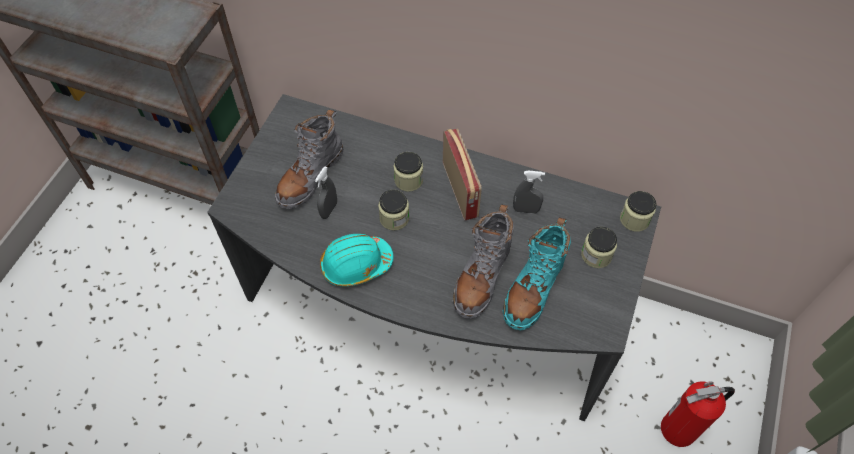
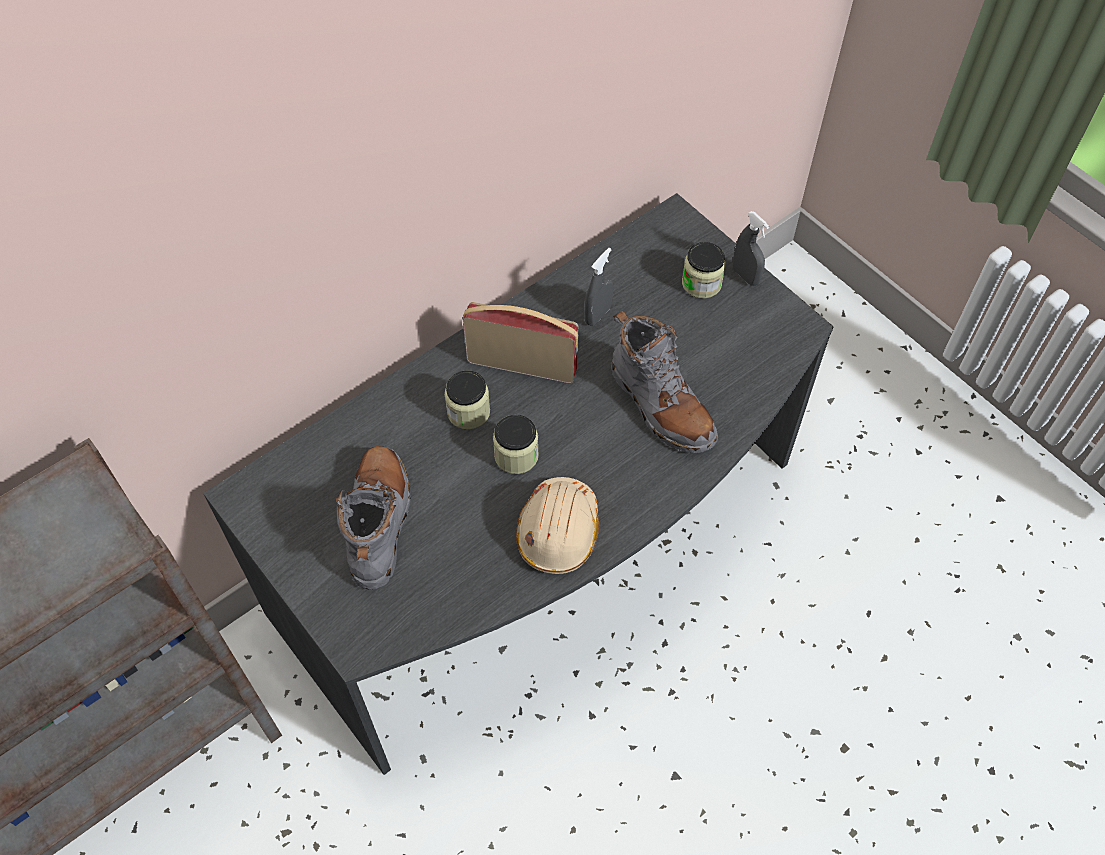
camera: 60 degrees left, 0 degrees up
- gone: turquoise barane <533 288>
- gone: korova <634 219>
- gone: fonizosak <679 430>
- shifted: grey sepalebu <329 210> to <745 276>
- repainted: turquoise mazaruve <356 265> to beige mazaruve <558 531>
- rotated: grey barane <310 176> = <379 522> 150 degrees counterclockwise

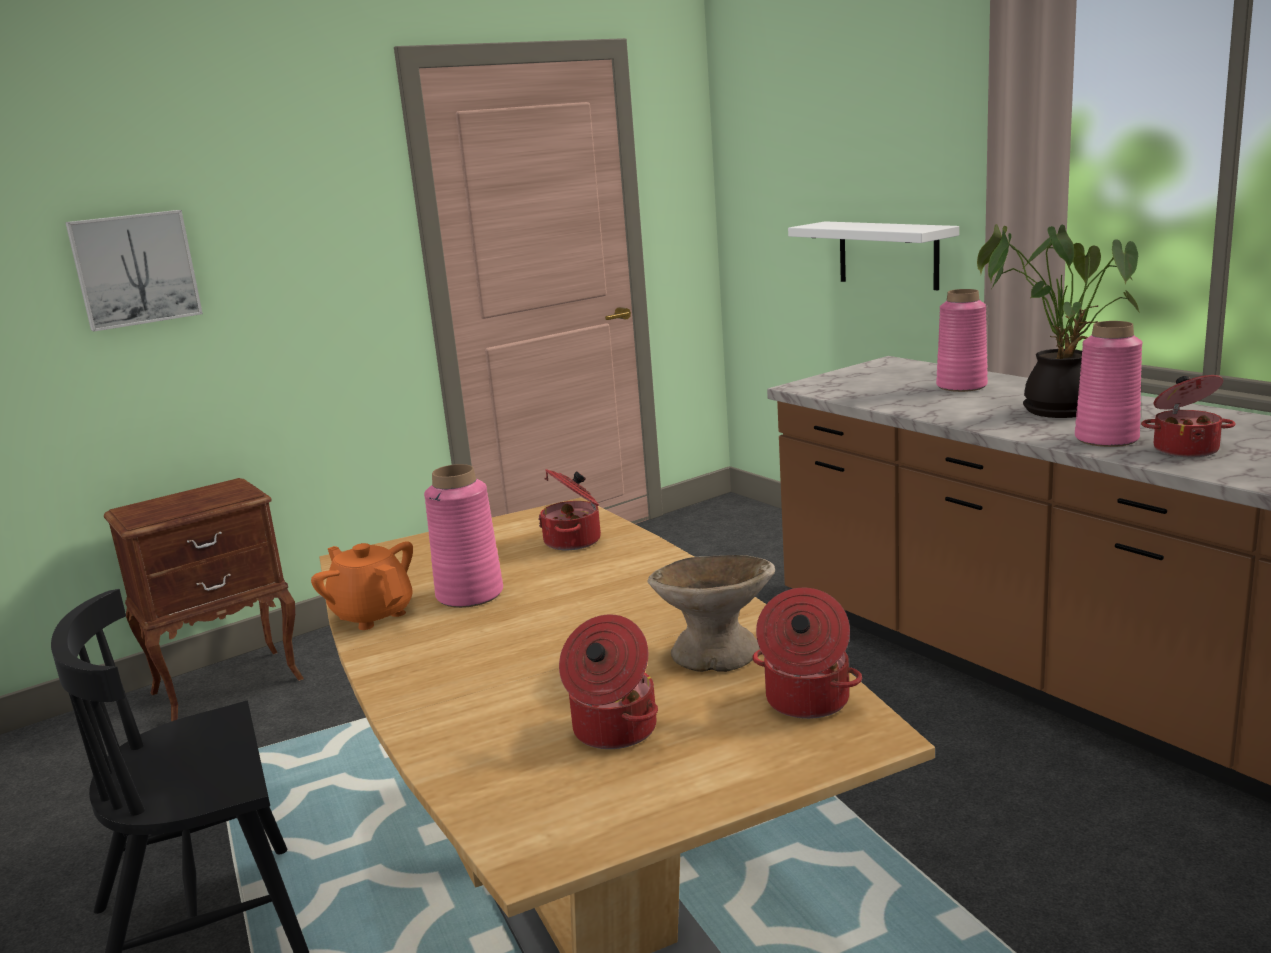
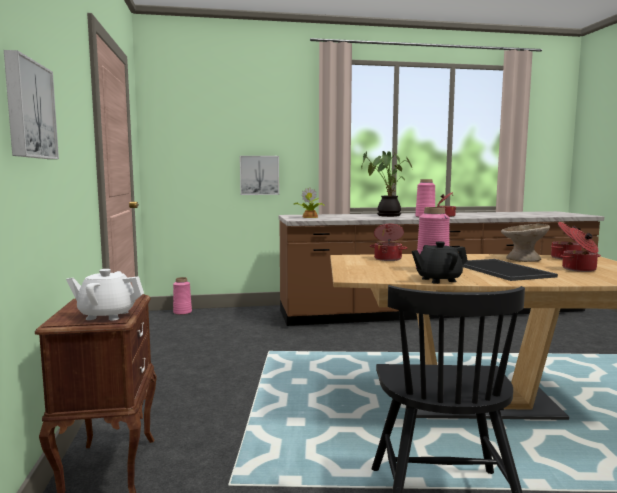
camera: 65 degrees left, 10 degrees down
- new: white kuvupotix <107 315>
- new: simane <309 217>
- new: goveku <503 270>
- shifted: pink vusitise <961 386> to <182 312>
- swapped: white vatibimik <888 254> to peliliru <259 175>
- repainted: orange kuvupotix <372 614> to black kuvupotix <438 280>

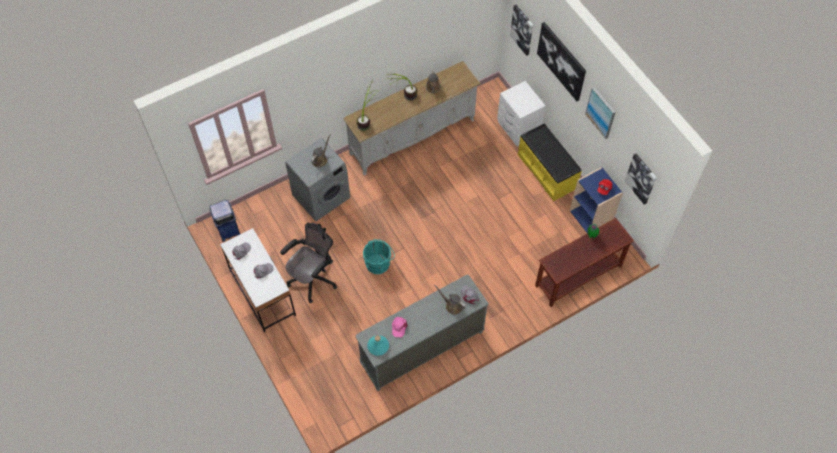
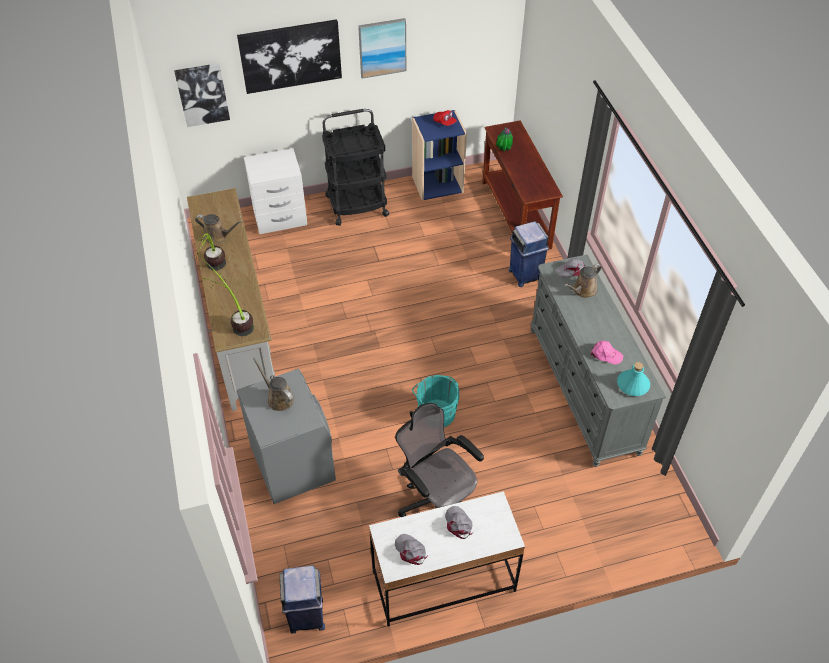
camera: 75 degrees left, 10 degrees down
- gone: peliliru <641 178>
- new: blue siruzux <525 274>
- swapped: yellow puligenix <547 171> to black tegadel <357 206>

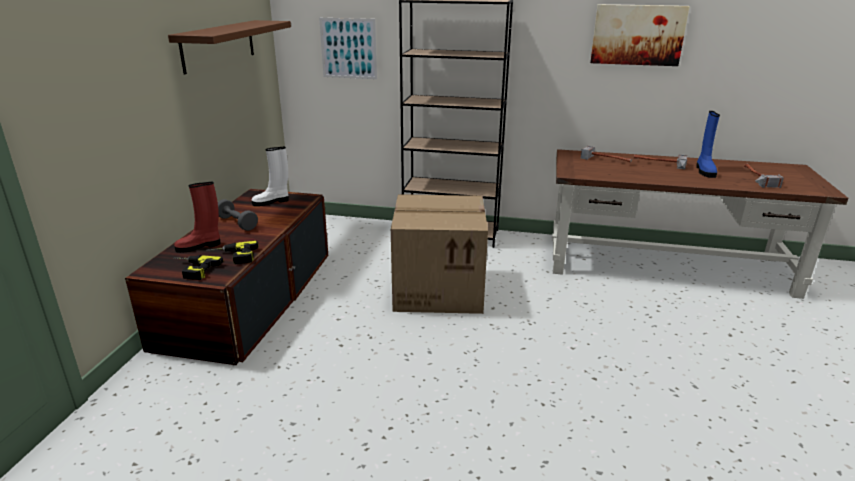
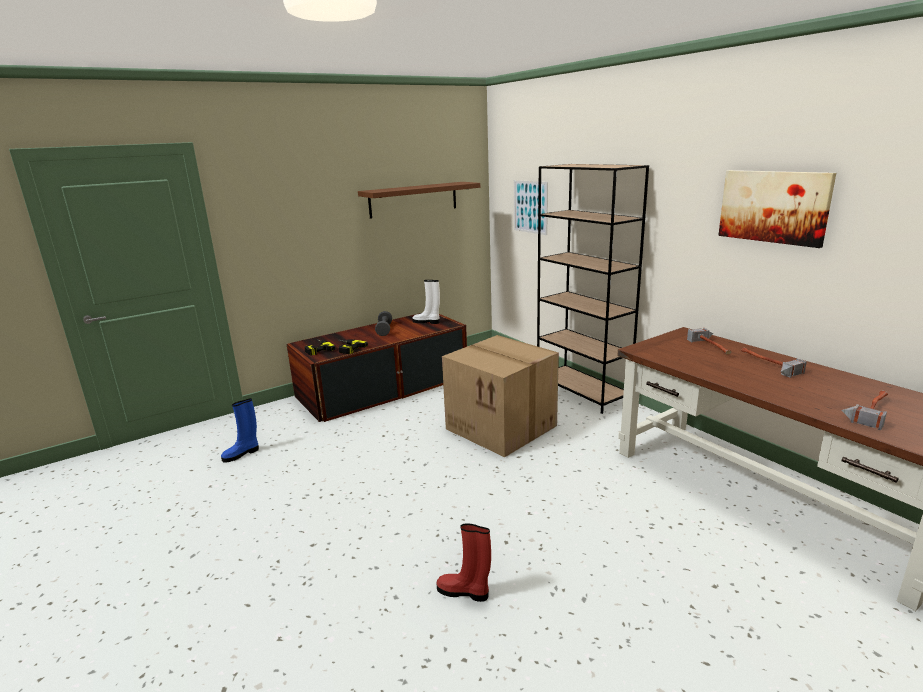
camera: 45 degrees right, 5 degrees down
- shifted: red barane <200 246> to <464 592>
- shifted: blue barane <704 171> to <242 454>

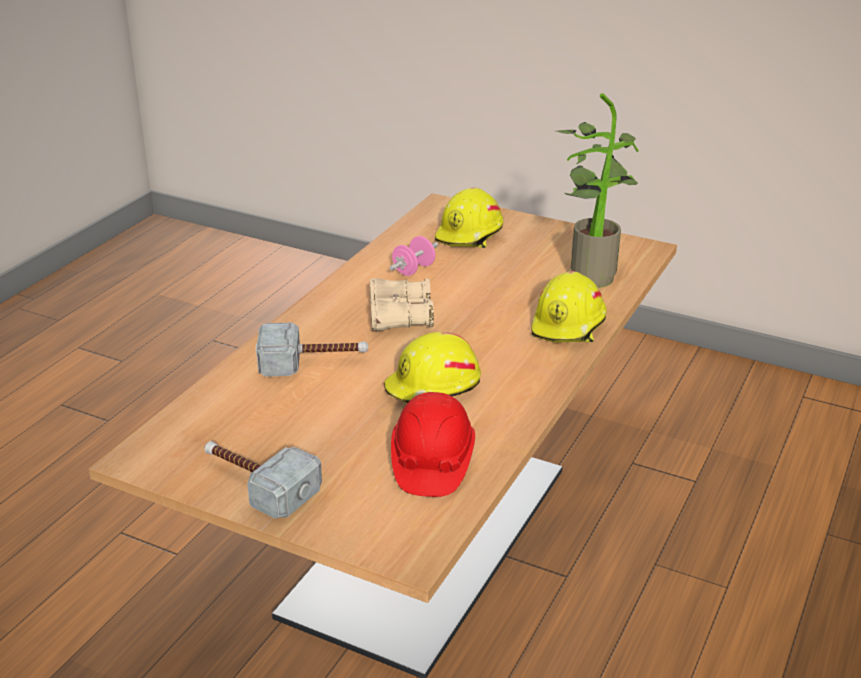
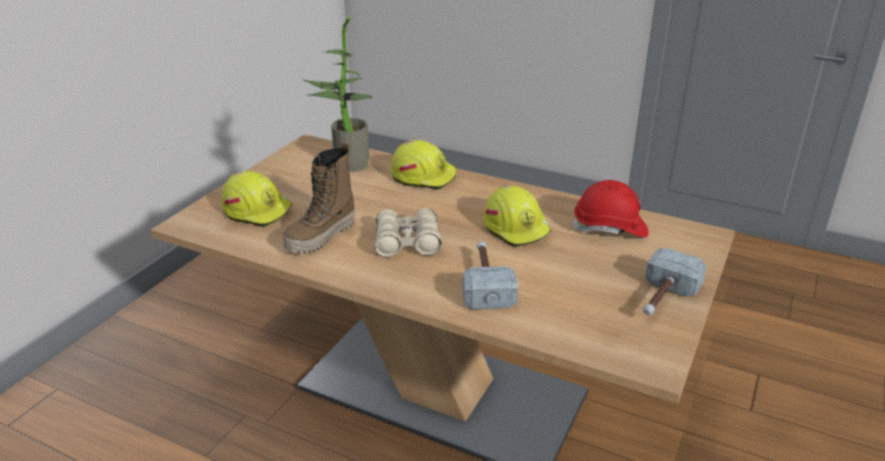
camera: 90 degrees left, 0 degrees up
- swapped: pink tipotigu <413 270> to barane <321 237>

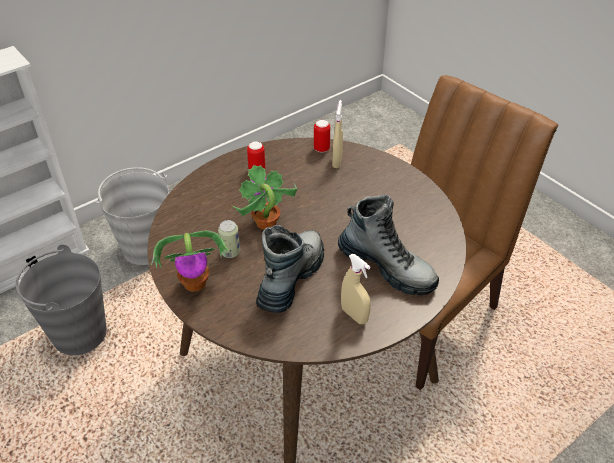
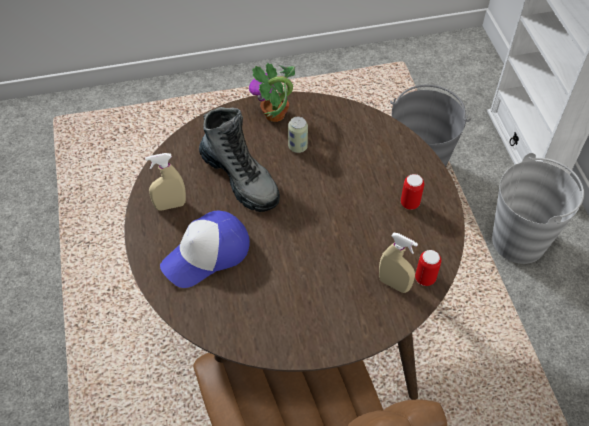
camera: 115 degrees right, 10 degrees up
- gone: simane <265 223>
- swapped: barane <387 267> to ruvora <207 255>

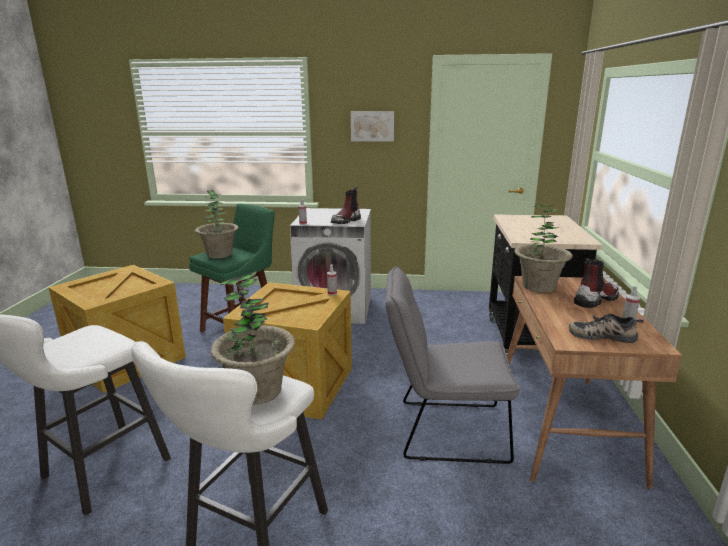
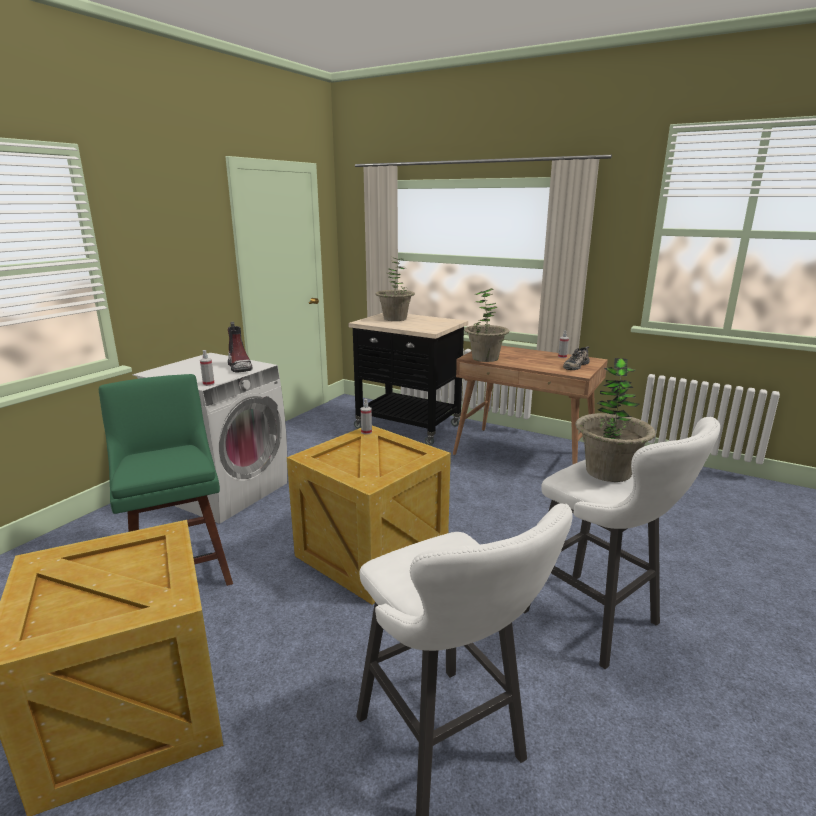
camera: 65 degrees left, 0 degrees up
- gone: peliliru <372 126>
- gone: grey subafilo <443 430>
- gone: barane <595 299>
- shifted: simane <219 254> to <395 319>

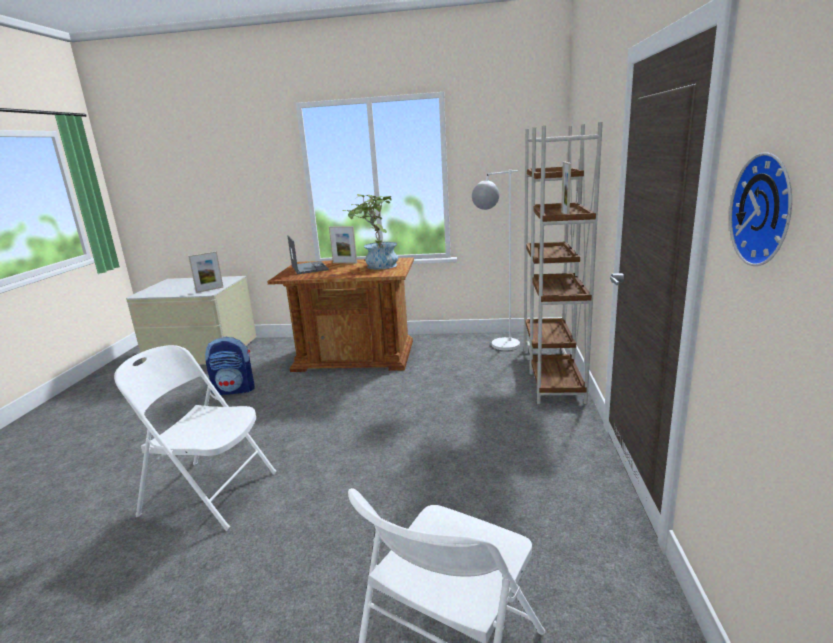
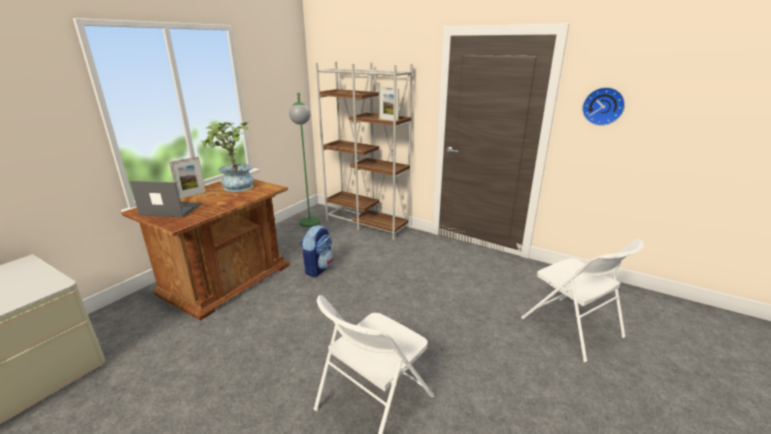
camera: 65 degrees left, 5 degrees up
- gone: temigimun <209 289>
- shifted: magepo <235 390> to <318 268>
- repainted: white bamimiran <498 348> to green bamimiran <310 226>

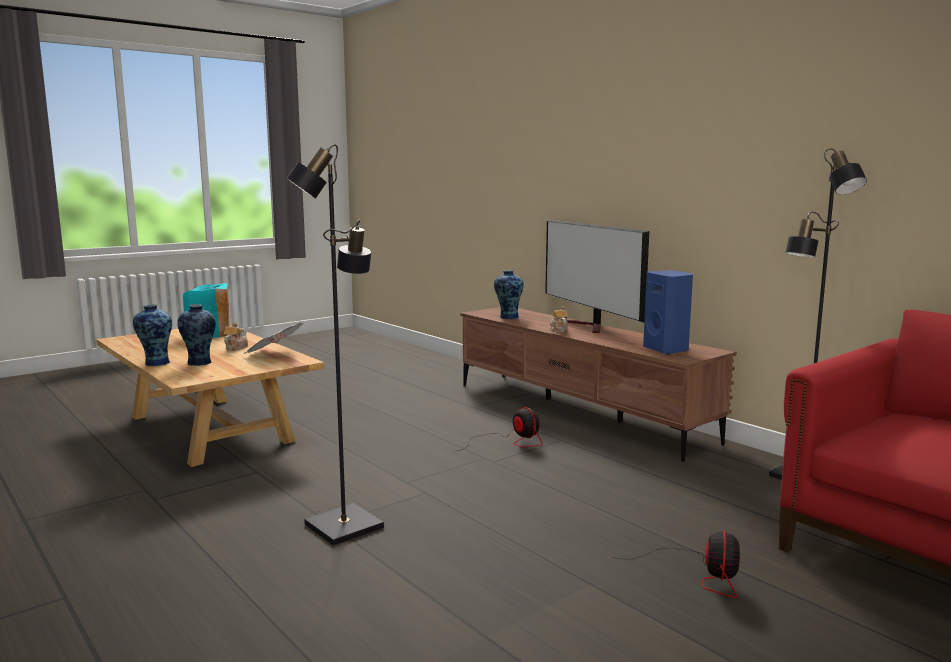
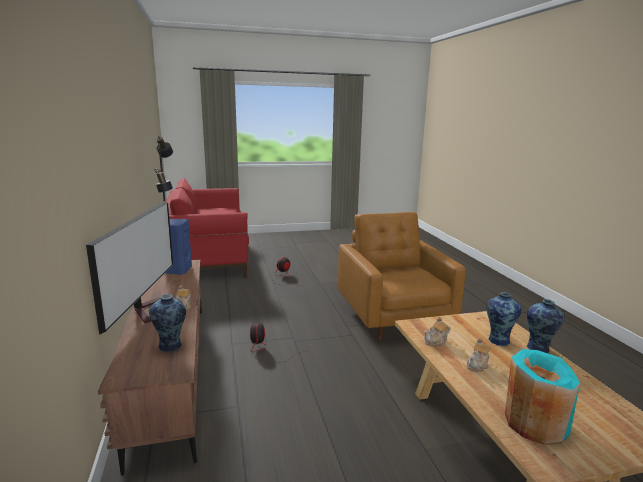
camera: 155 degrees left, 5 degrees up
- swapped: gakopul <274 354> to kuvupotix <436 342>
- swapped: black bamimiran <344 526> to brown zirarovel <393 318>

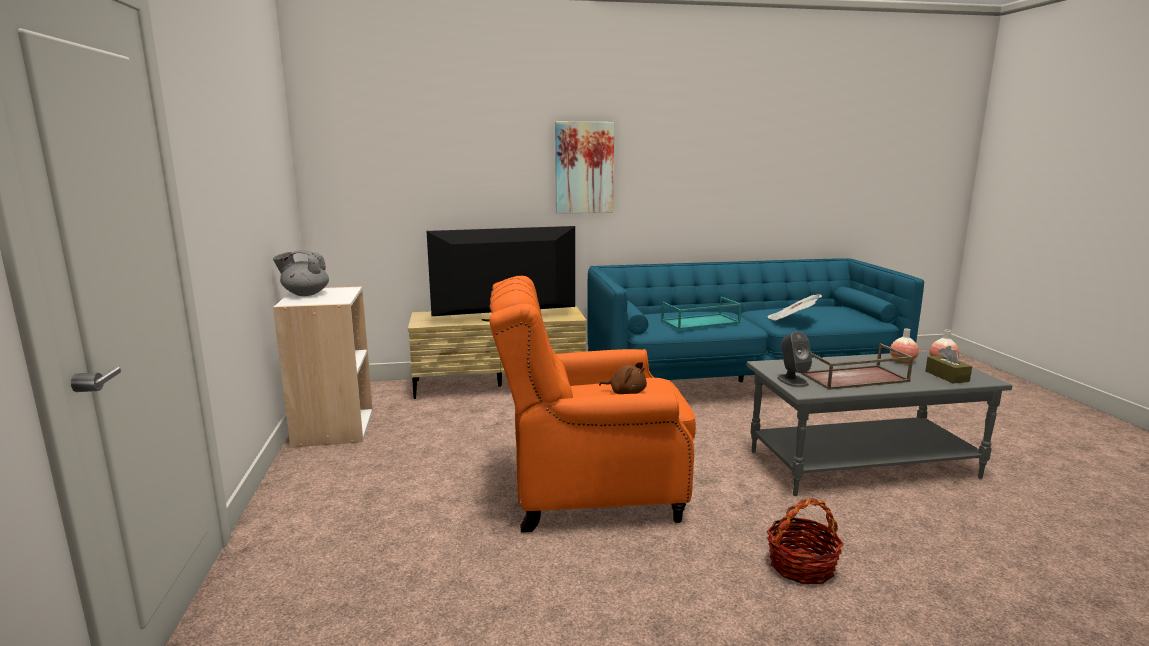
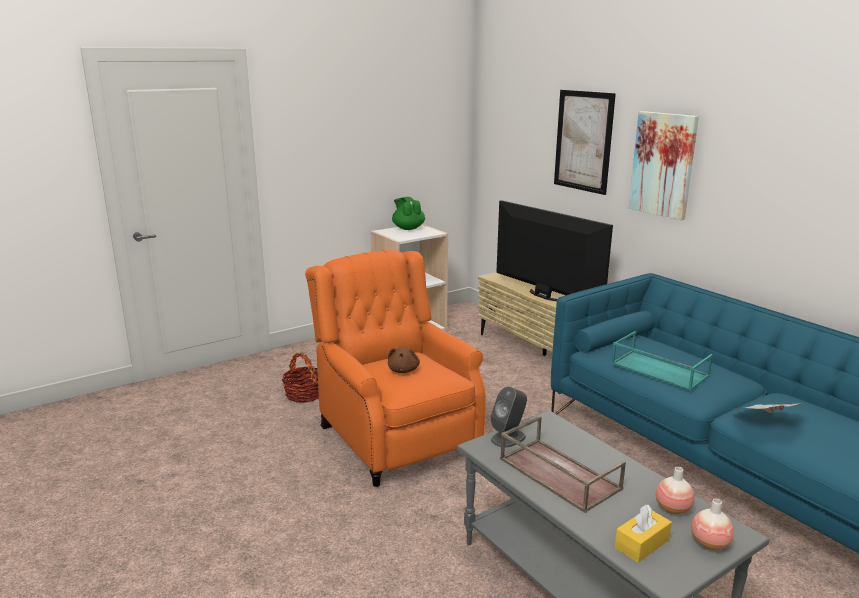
camera: 65 degrees right, 5 degrees up
- new: peliliru <583 141>
- shifted: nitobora <801 566> to <304 394>
- repainted: grey kuvupotix <305 294> to green kuvupotix <408 228>
- repainted: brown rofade <947 376> to yellow rofade <641 544>

